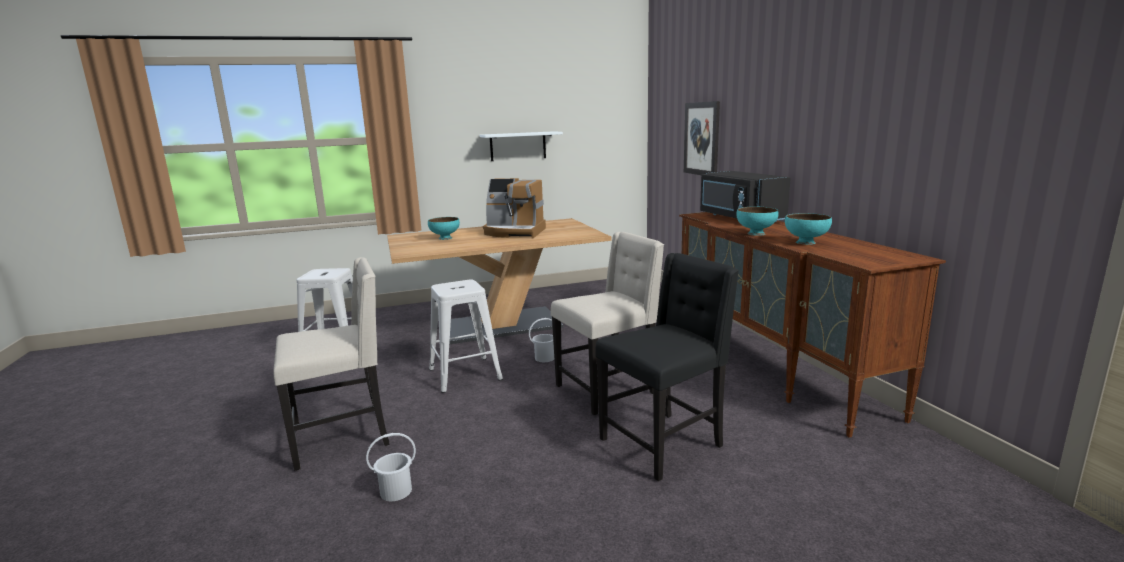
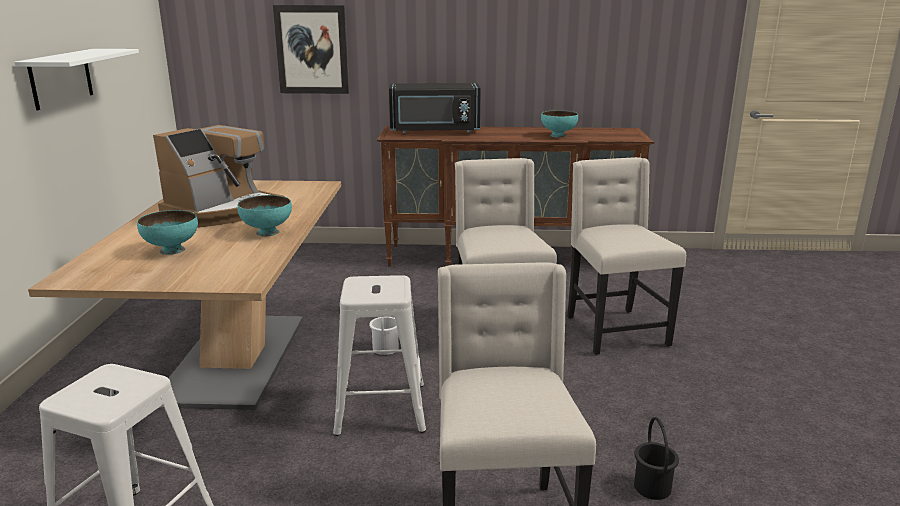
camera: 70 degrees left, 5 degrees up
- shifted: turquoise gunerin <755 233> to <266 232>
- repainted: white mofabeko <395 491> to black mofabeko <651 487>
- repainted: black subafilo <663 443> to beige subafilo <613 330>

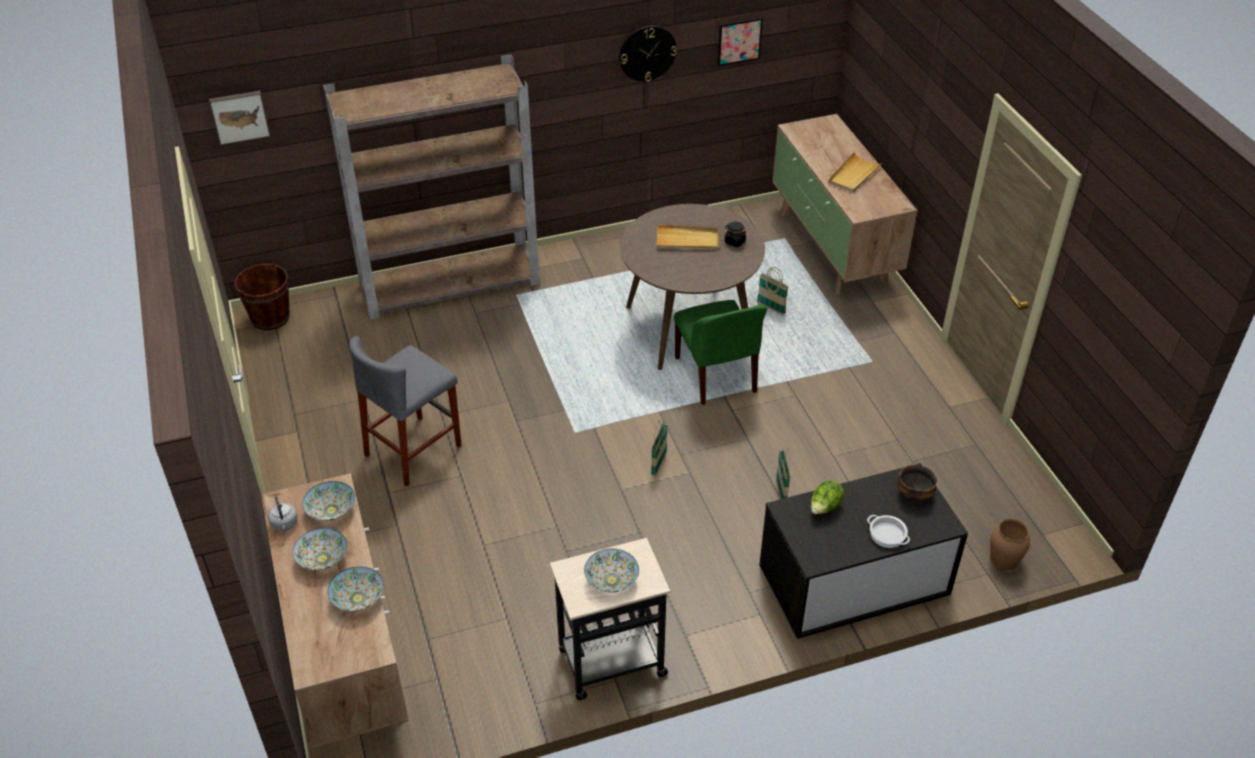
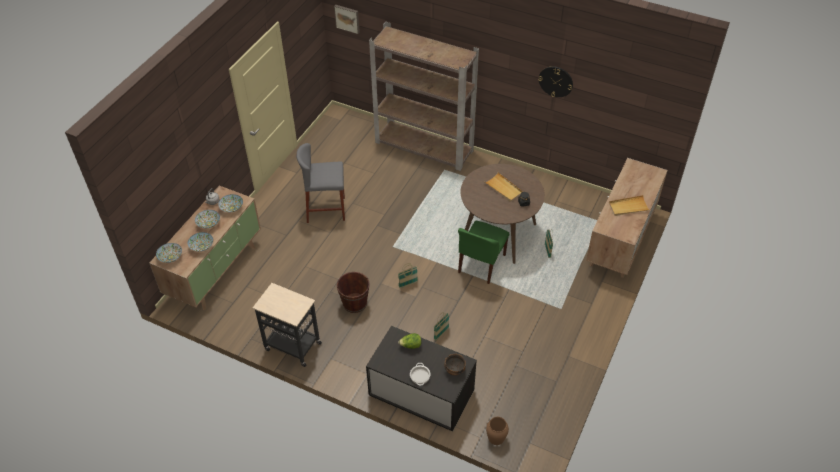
camera: 45 degrees right, 5 degrees up
- gone: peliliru <739 41>
- shifted: brown mofabeko <270 318> to <355 303>
- shifted: gunerin <612 580> to <170 257>

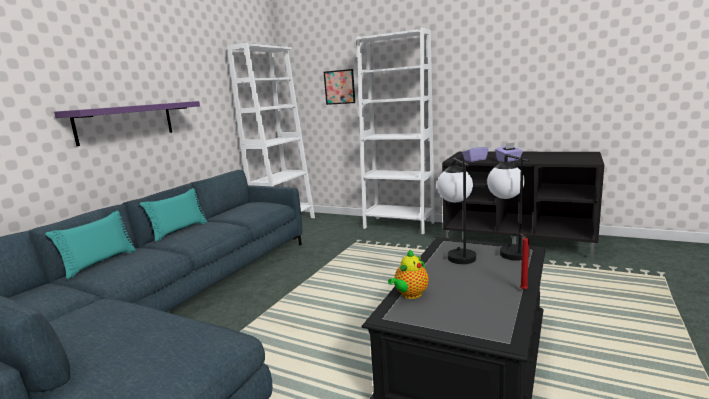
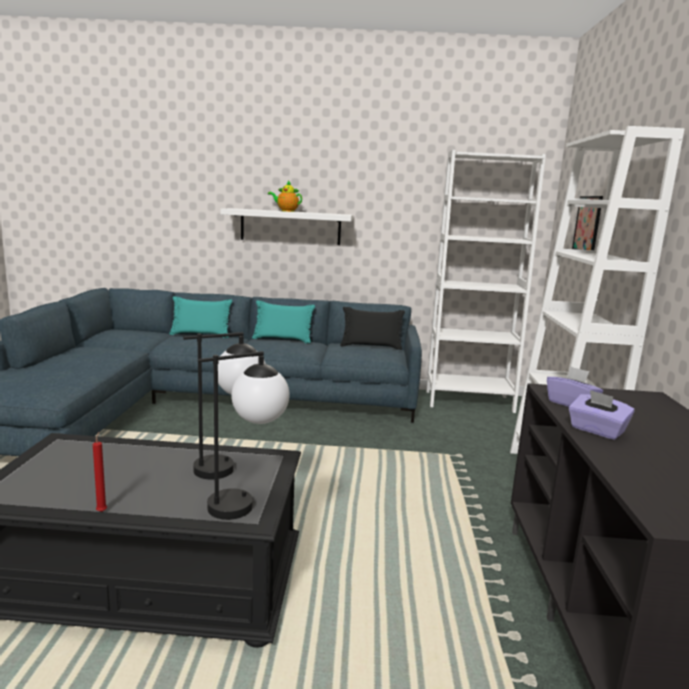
camera: 65 degrees right, 0 degrees up
- new: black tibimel <371 346>
- shifted: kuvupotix <410 295> to <286 211>
- repainted: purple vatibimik <125 122> to white vatibimik <290 227>

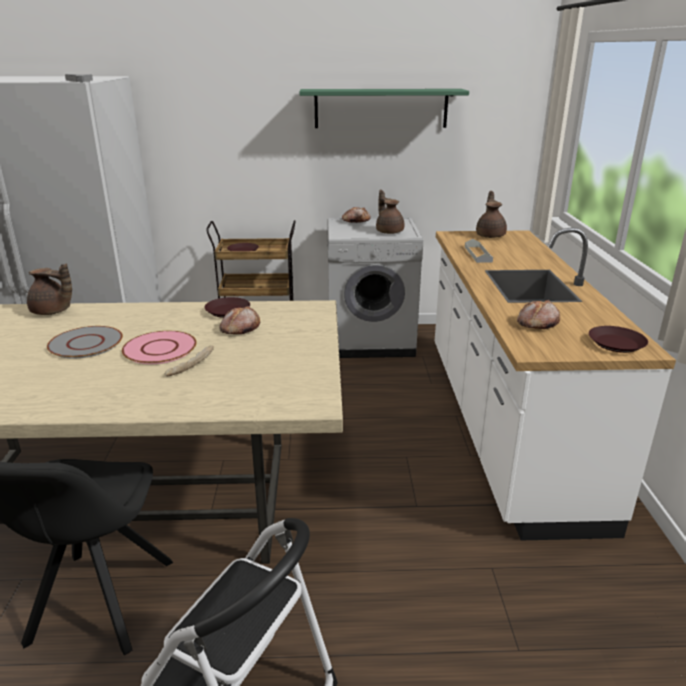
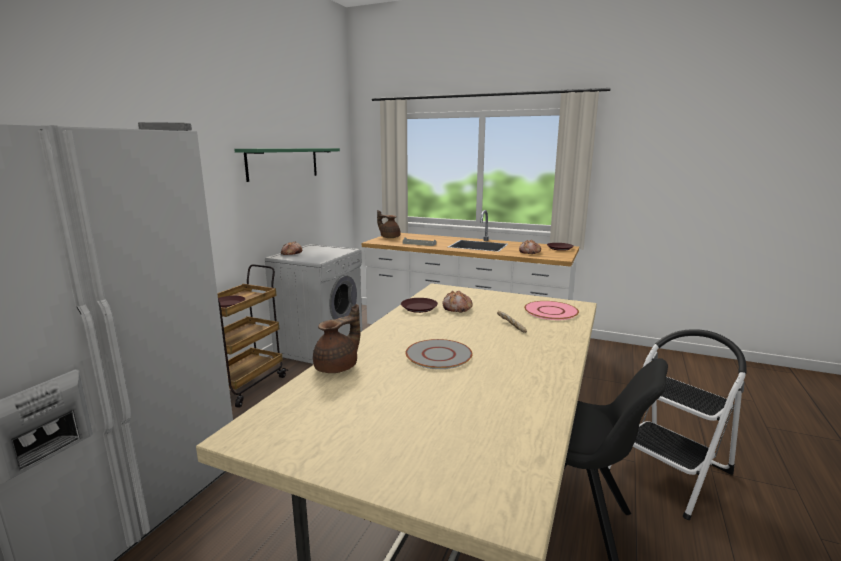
camera: 65 degrees left, 10 degrees down
- gone: brown kuvupotix <389 231>
- shifted: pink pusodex <159 349> to <550 311>

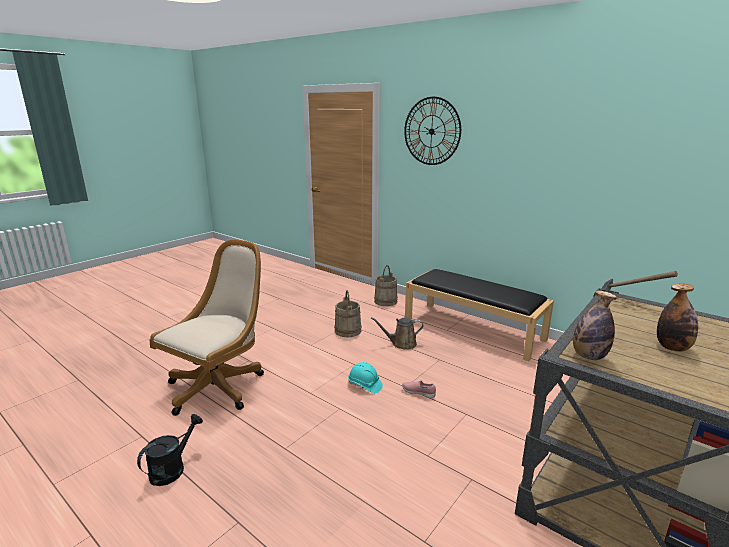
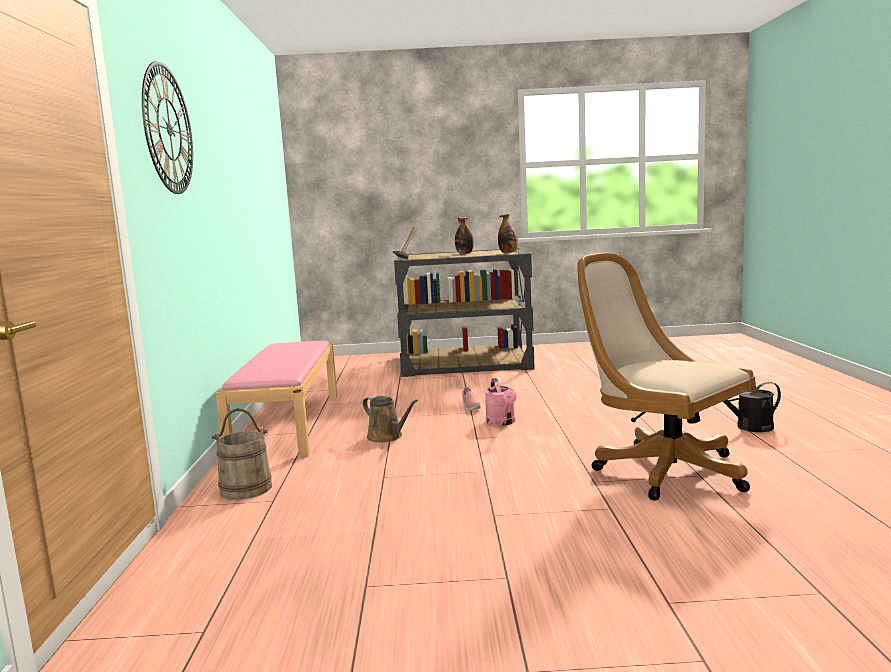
camera: 130 degrees left, 10 degrees down
- gone: beige mofabeko <347 331>
- swapped: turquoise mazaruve <365 385> to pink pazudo <502 422>
- repainted: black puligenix <473 329> to pink puligenix <287 424>
- rotated: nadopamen <220 384> = <660 468> 60 degrees clockwise

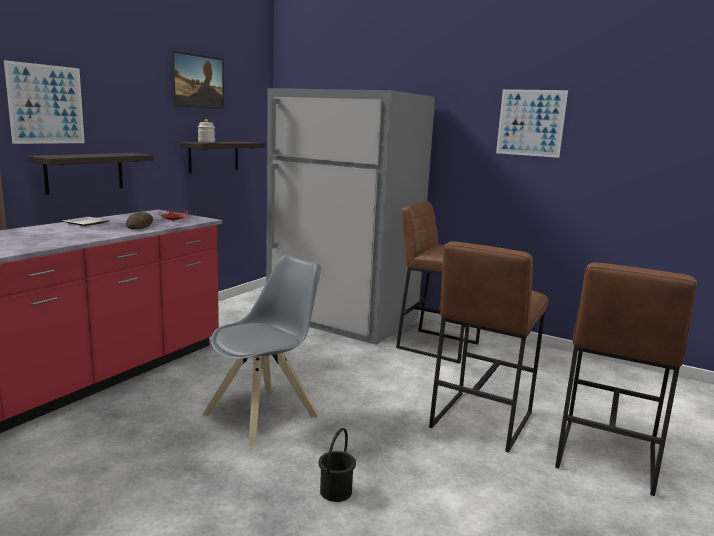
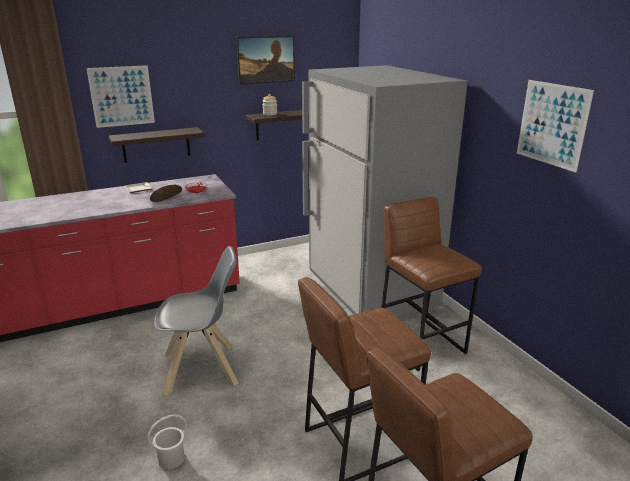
camera: 35 degrees right, 10 degrees up
- repainted: black mofabeko <335 491> to white mofabeko <171 458>

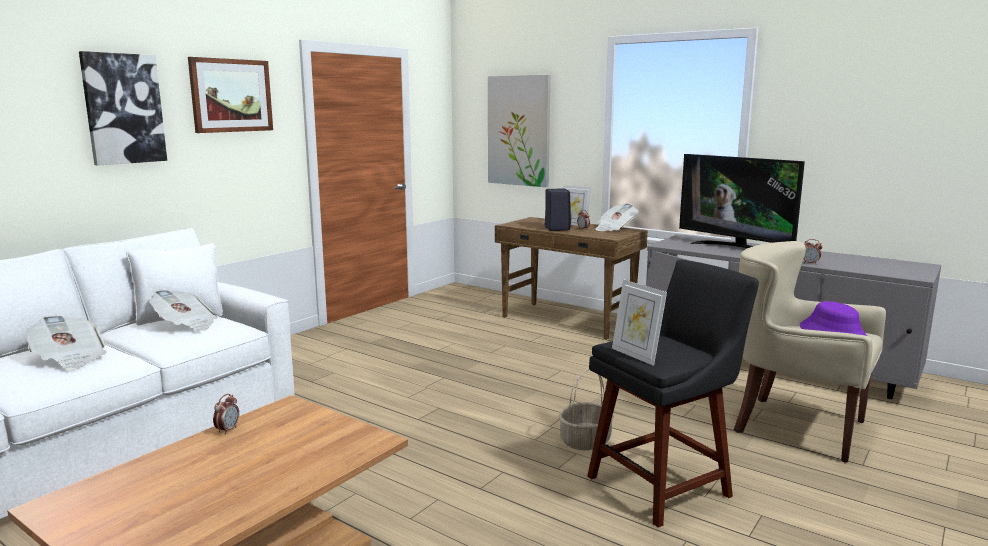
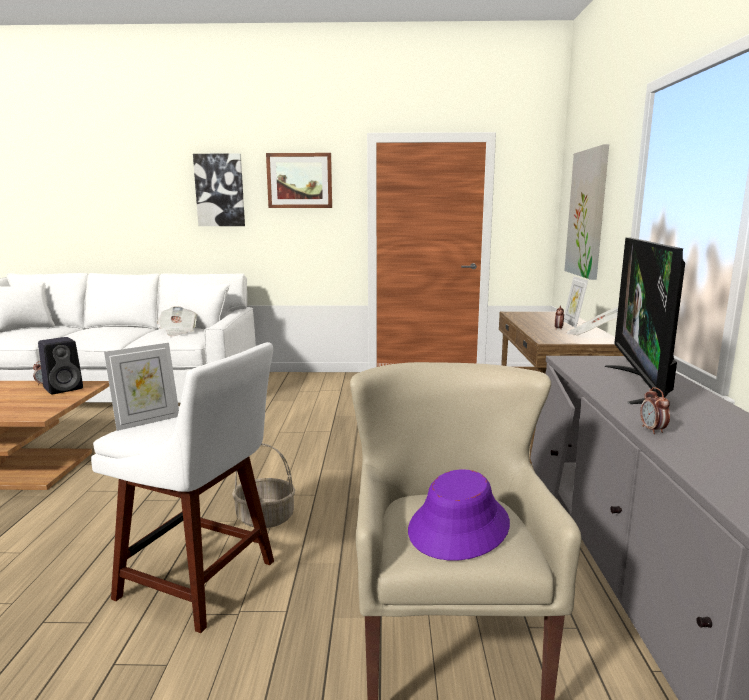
camera: 55 degrees right, 0 degrees up
- gone: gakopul <69 359>
- shifted: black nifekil <556 228> to <64 388>
- repainted: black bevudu <663 484> to white bevudu <202 581>
- rotated: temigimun <636 355> = <147 421> 150 degrees counterclockwise

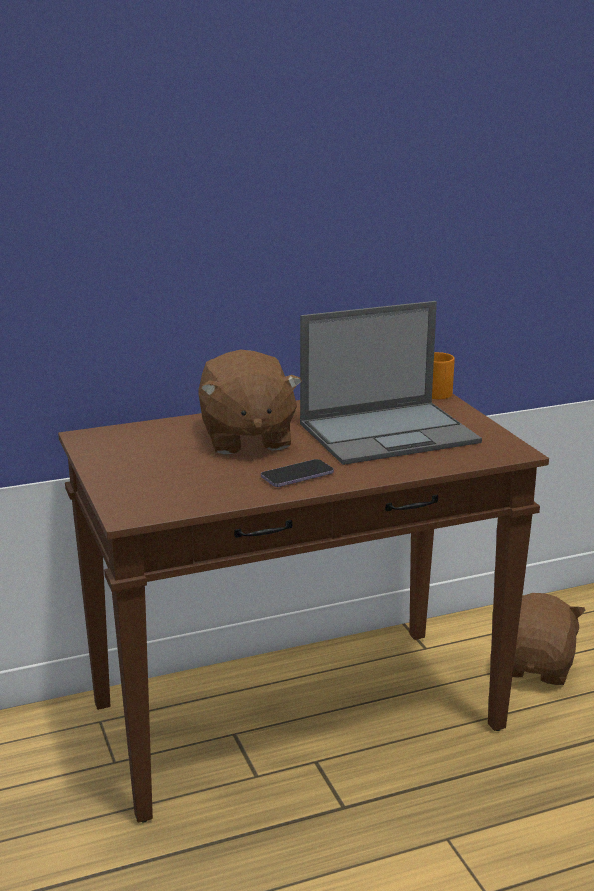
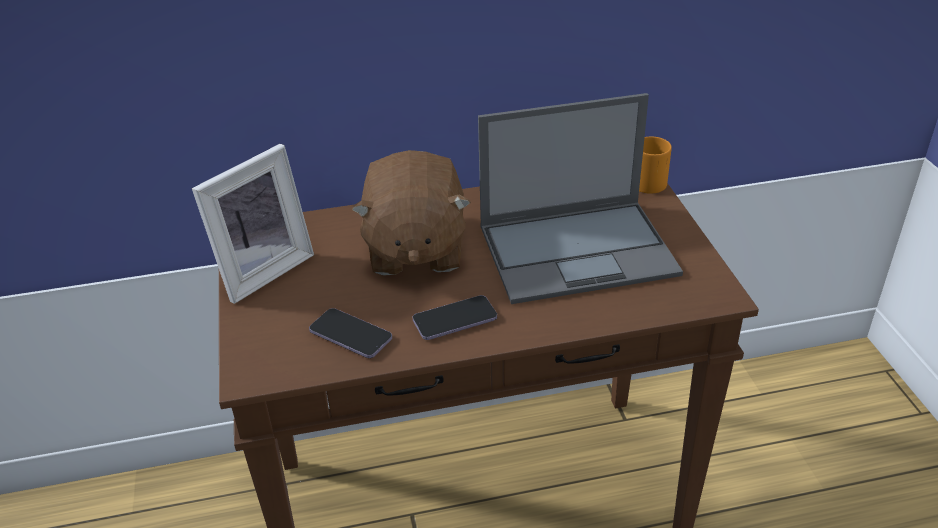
camera: 10 degrees right, 15 degrees up
- gone: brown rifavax <535 666>
- new: temigimun <261 270>
- new: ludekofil <350 335>

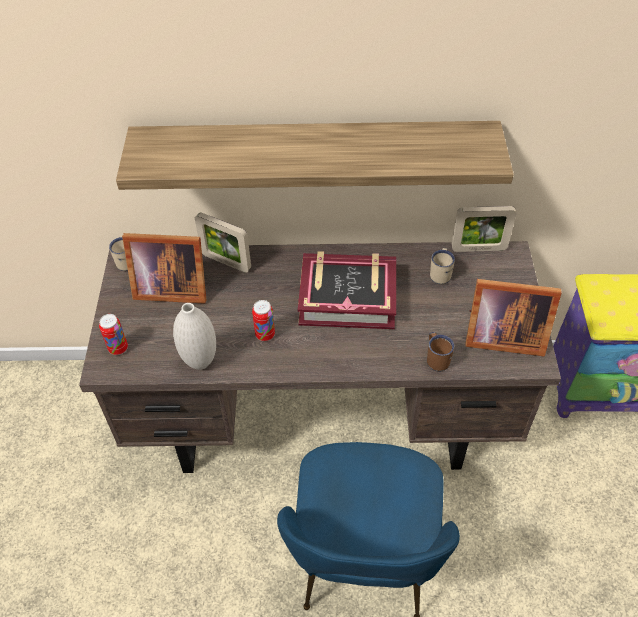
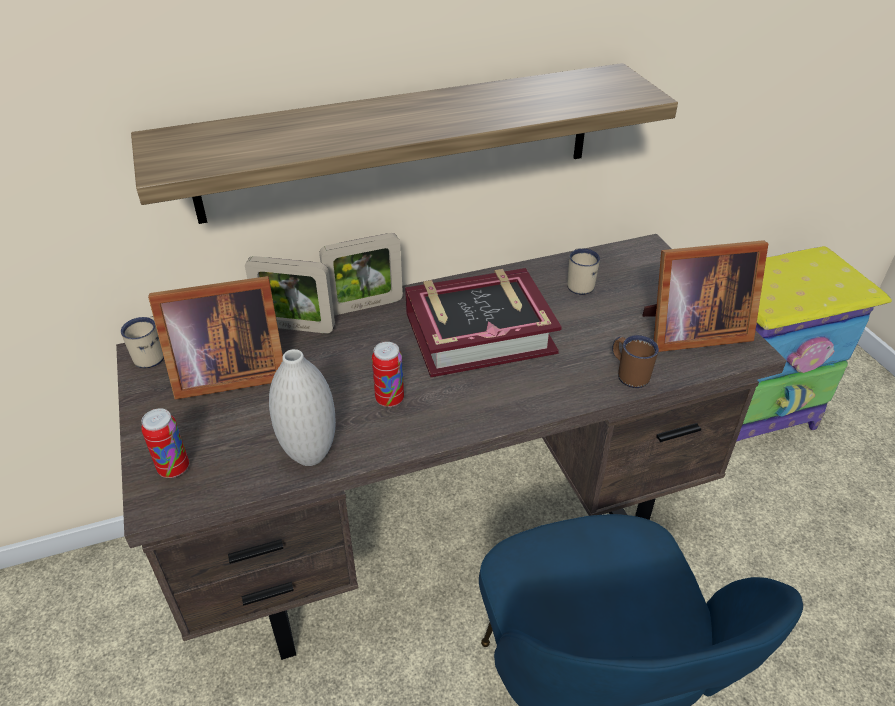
camera: 20 degrees left, 10 degrees down
- shifted: temigimun <478 249> to <365 306>

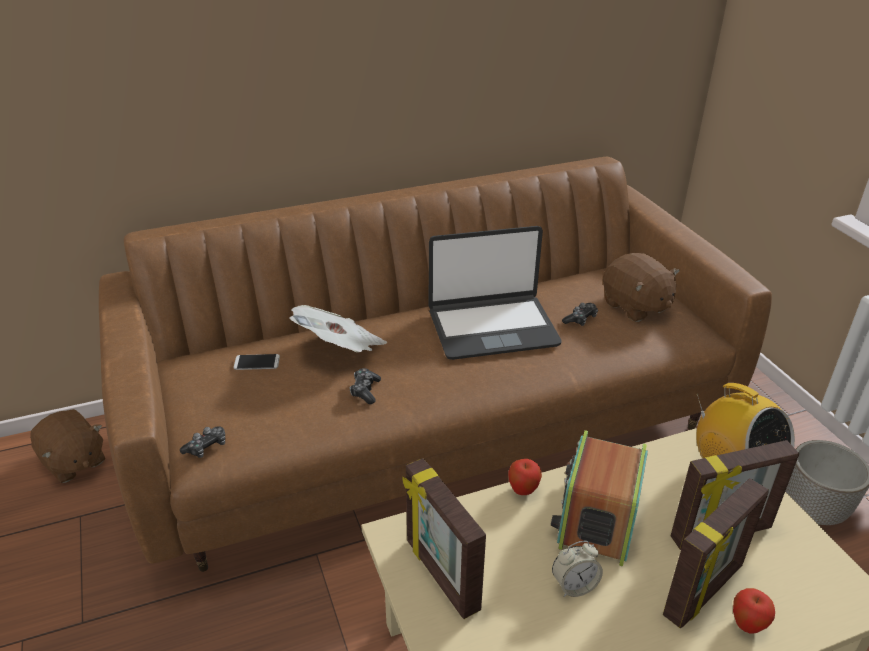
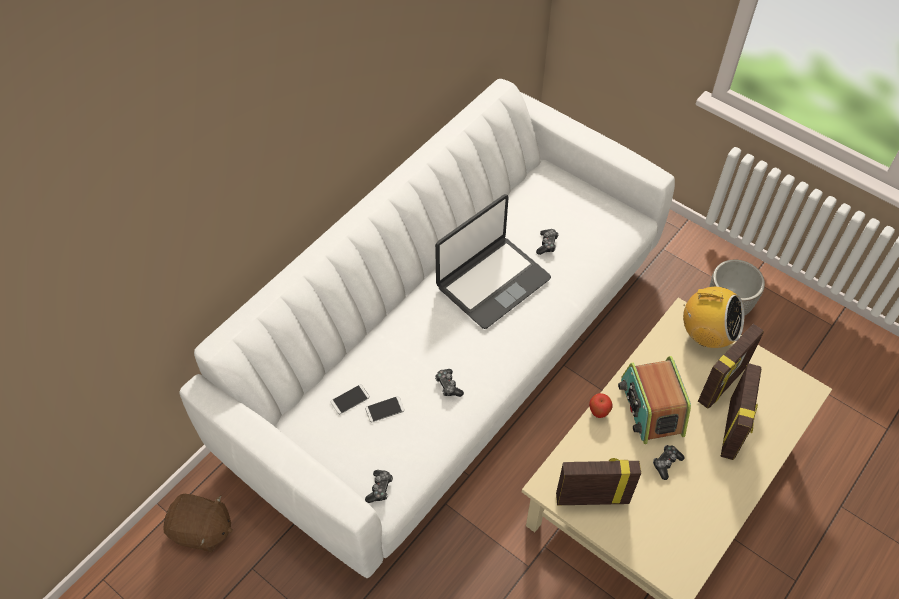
camera: 30 degrees left, 20 degrees up
- gone: gakopul <340 349>
- gone: brown rifavax <635 306>
- gone: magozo <747 625>
- new: ludekofil <384 409>
- swapped: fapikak <574 585> to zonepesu <666 463>
- repainted: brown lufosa <433 423> to white lufosa <448 356>
- rotated: temigimun <440 575> = <592 497> 150 degrees clockwise

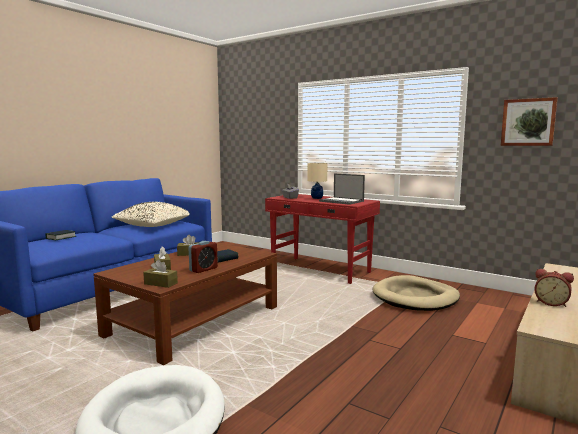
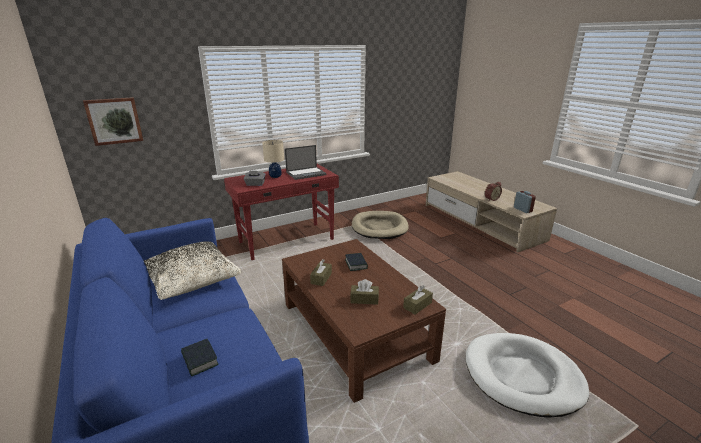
camera: 65 degrees left, 15 degrees up
- shifted: fapikak <203 269> to <522 210>
- shifted: peliliru <528 122> to <114 121>

